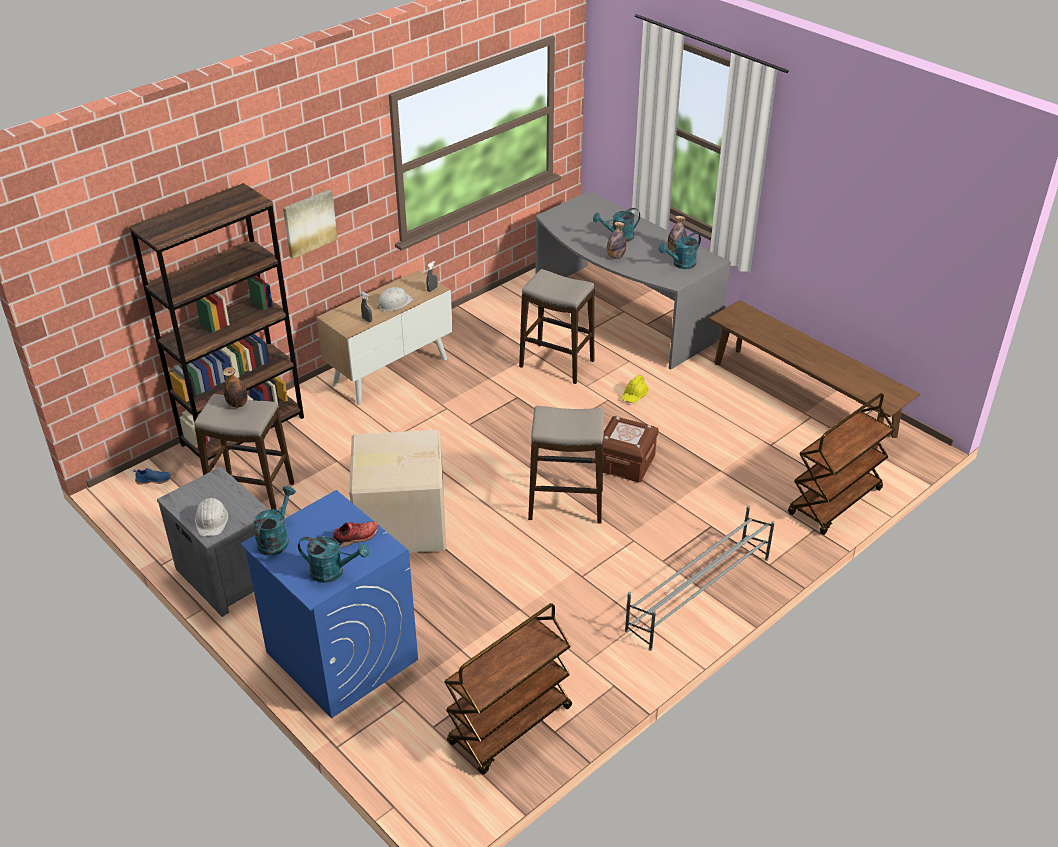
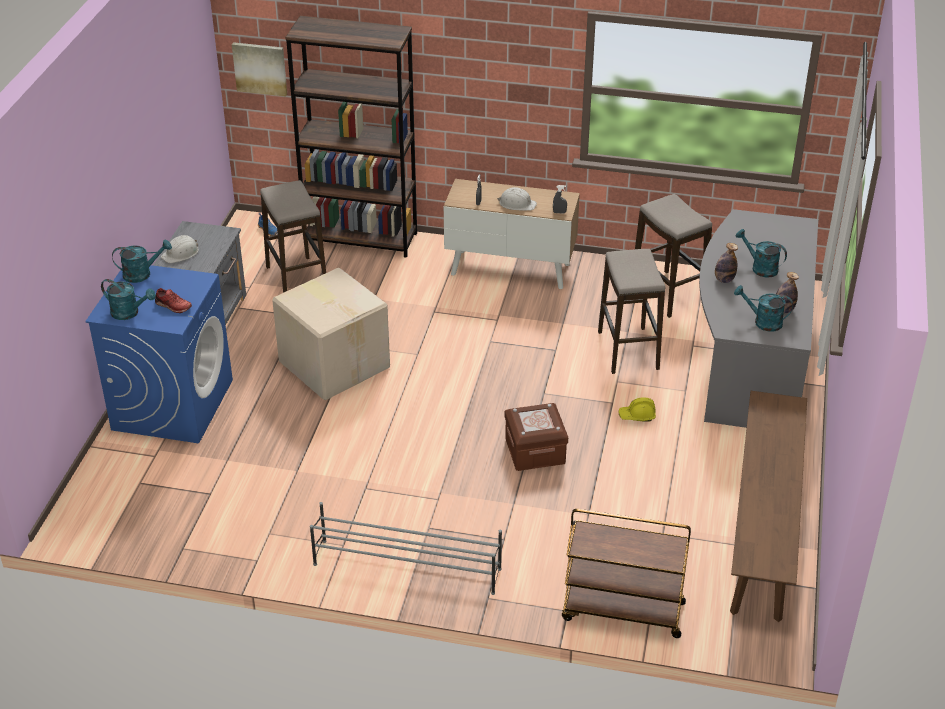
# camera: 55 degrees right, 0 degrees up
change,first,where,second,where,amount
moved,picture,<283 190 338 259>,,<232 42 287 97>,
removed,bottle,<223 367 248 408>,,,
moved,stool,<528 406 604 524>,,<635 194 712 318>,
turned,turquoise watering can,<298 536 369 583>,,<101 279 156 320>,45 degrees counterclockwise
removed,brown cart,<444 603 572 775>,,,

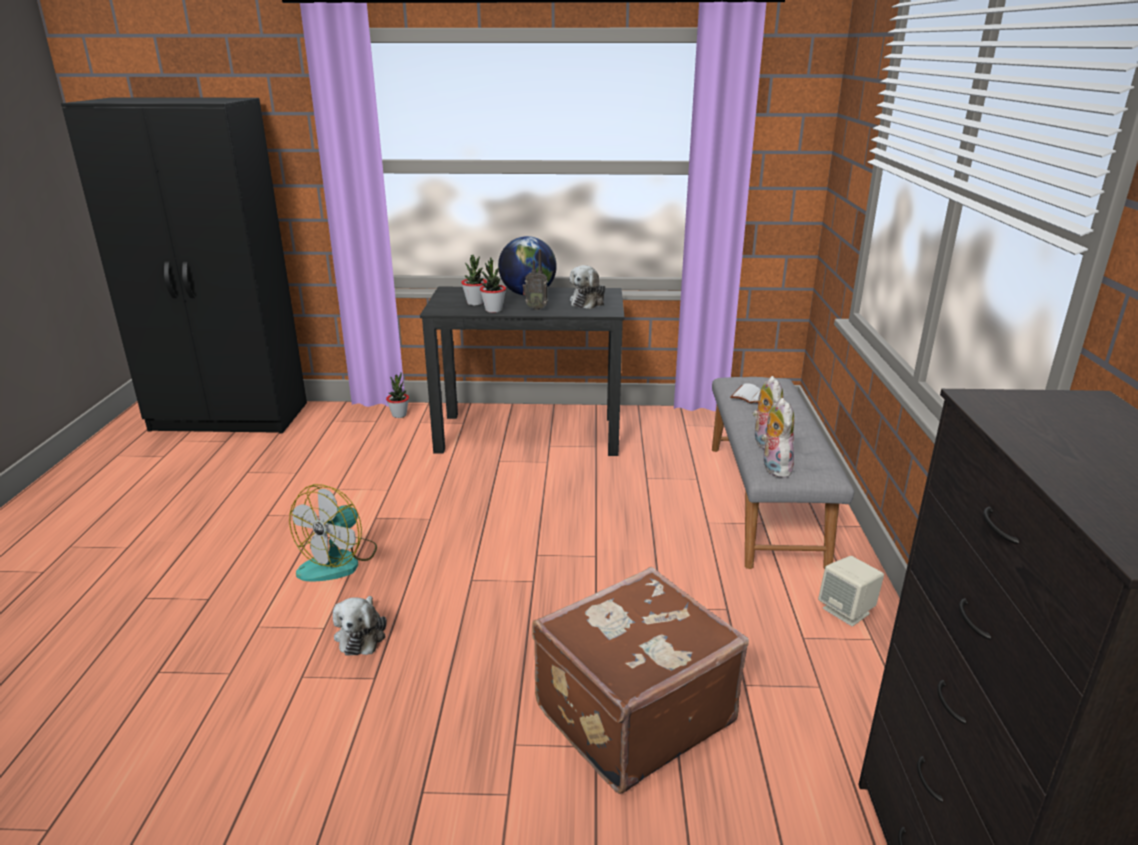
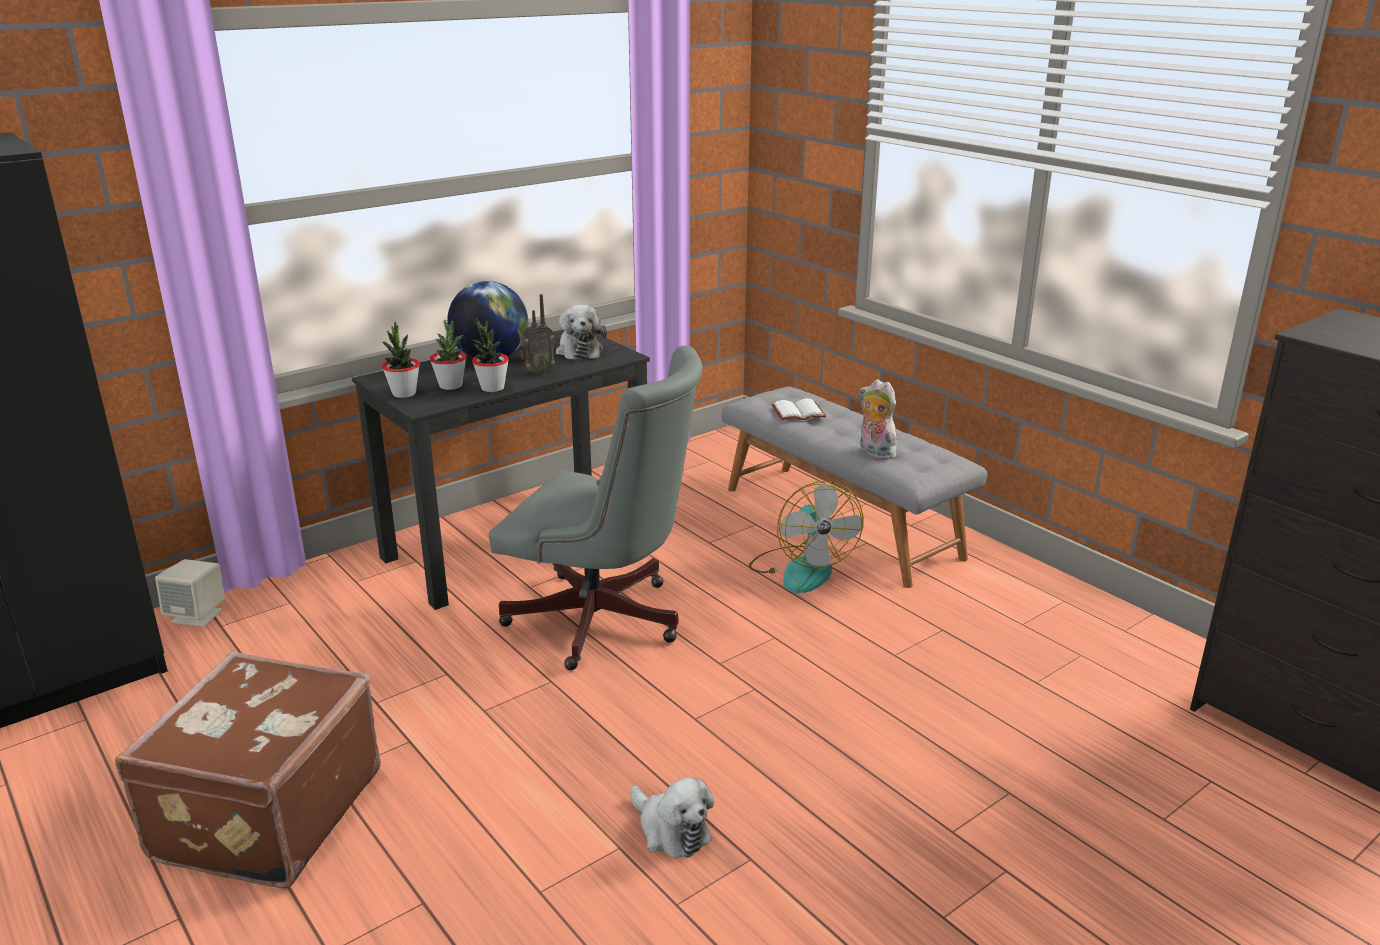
# camera: 40 degrees left, 0 degrees up
change,first,where,second,where,amount
moved,potted plant,<386 372 409 418>,,<382 321 420 398>,
removed,plush toy,<762 398 795 478>,,,
moved,fan,<289 484 377 581>,,<749 481 863 593>,
moved,beige speaker,<818 556 884 626>,,<155 559 225 627>,
moved,brown suitcase,<532 567 749 794>,,<115 652 381 889>,
added,,,grey office chair,<489 346 703 670>,

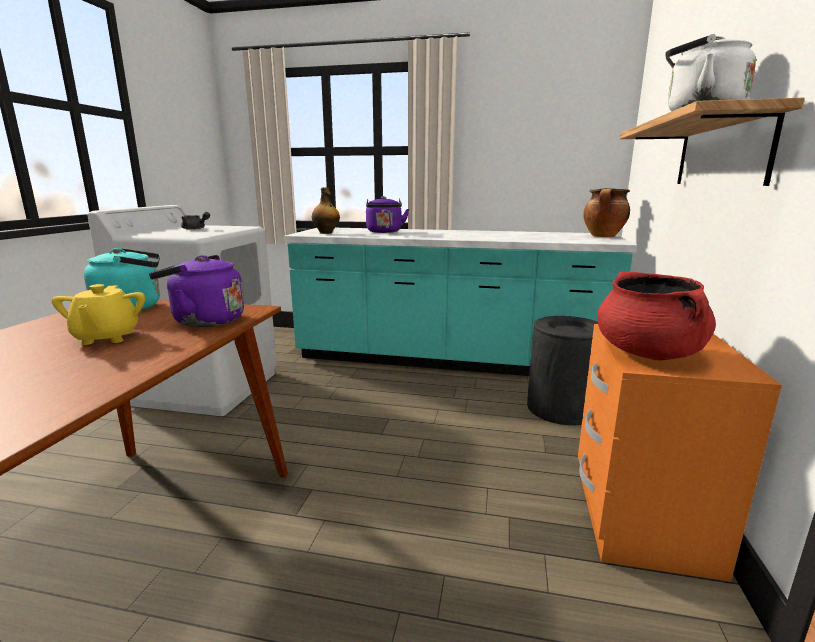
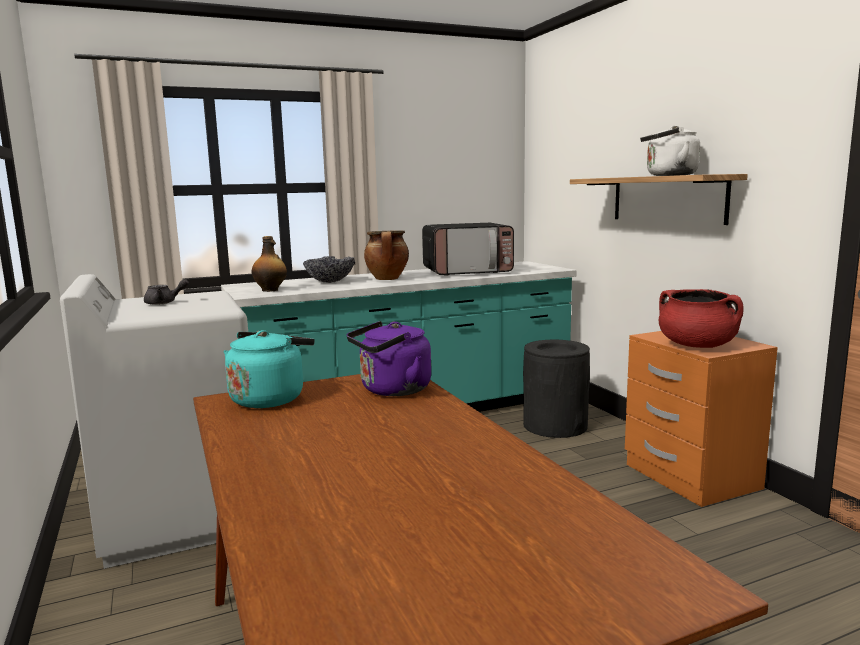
# camera: 35 degrees left, 5 degrees down
change,first,where,second,where,amount
moved,cooking pot,<583 188 630 237>,,<364 230 409 280>,
replaced,purple kettle,<366 196 409 233>,bowl,<303 256 355 283>,
removed,yellow teapot,<52 284 145 345>,,,
added,,,microwave,<422 223 514 276>,

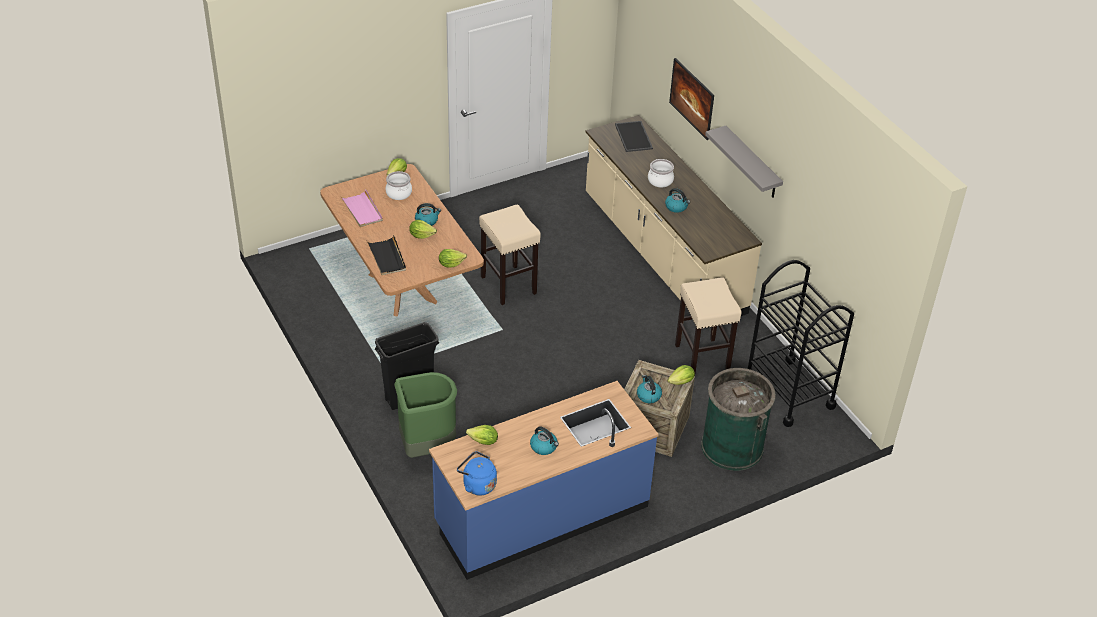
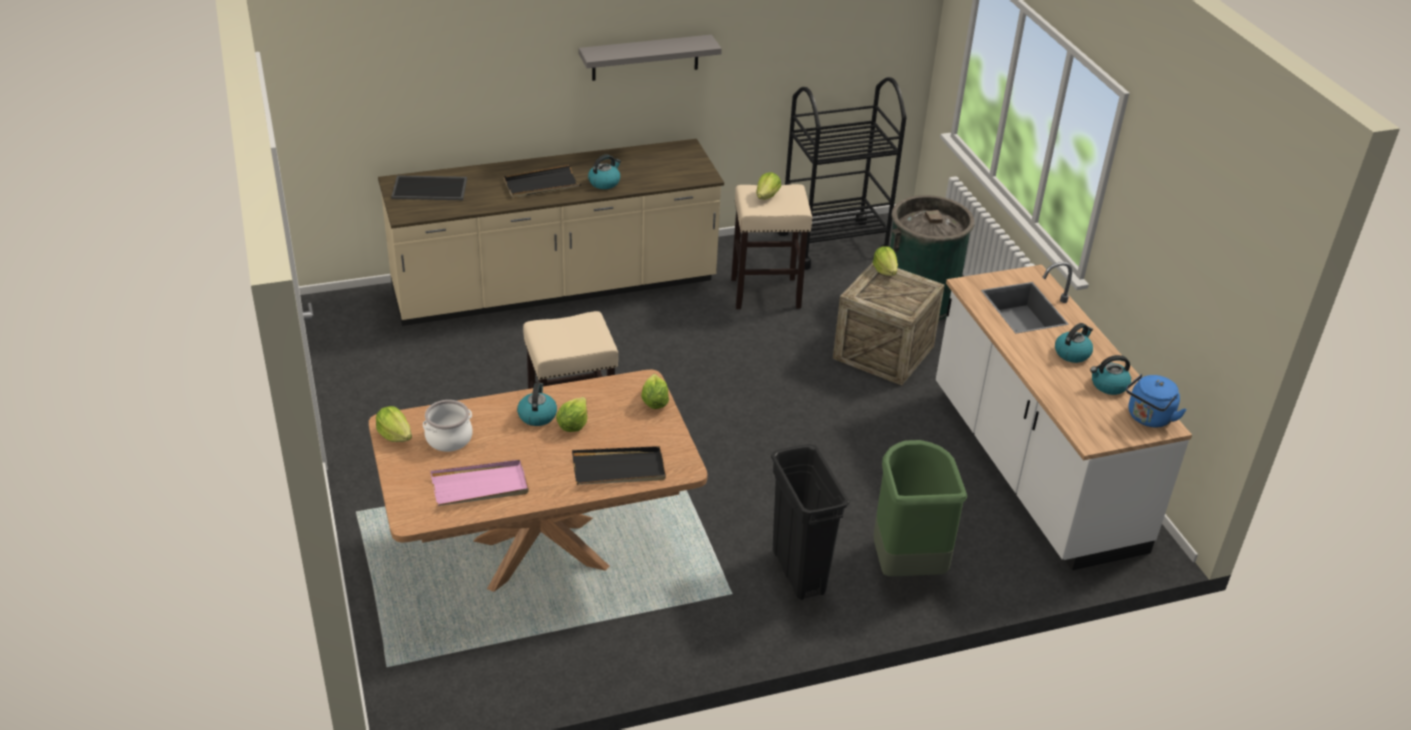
# camera: 80 degrees left, 5 degrees down
change,first,where,second,where,amount
removed,picture,<669 58 714 140>,,,
replaced,cooking pot,<648 159 674 187>,black tray,<504 165 581 198>,
moved,kettle,<637 375 662 403>,,<1090 355 1131 395>,
recoloured,blue counter,<429 381 658 580>,white counter,<936 262 1192 570>,
moved,lettuce,<466 425 498 445>,,<756 172 781 200>,

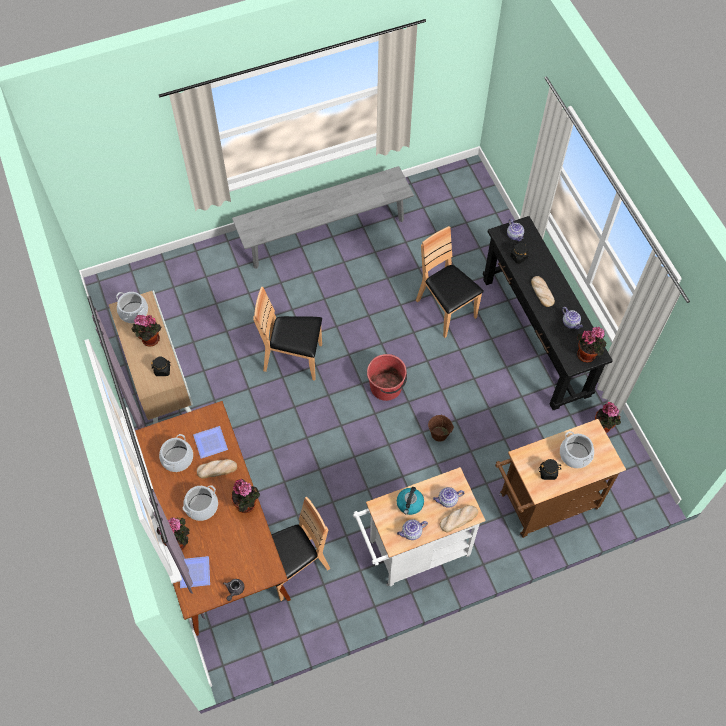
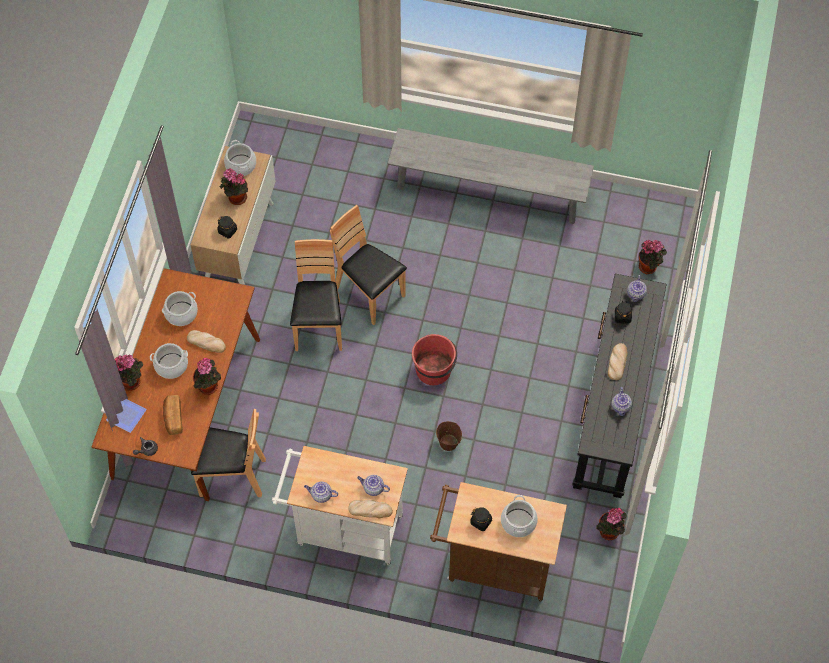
# camera: 35 degrees right, 0 degrees up
change,first,where,second,where,amount
moved,brown chair,<416 226 484 338>,,<290 239 342 351>,
moved,potted plant,<576 327 606 363>,,<639 240 667 274>,
removed,plate,<193 426 228 459>,,,
removed,kettle,<397 487 424 515>,,,
added,,,bread,<163 395 183 435>,

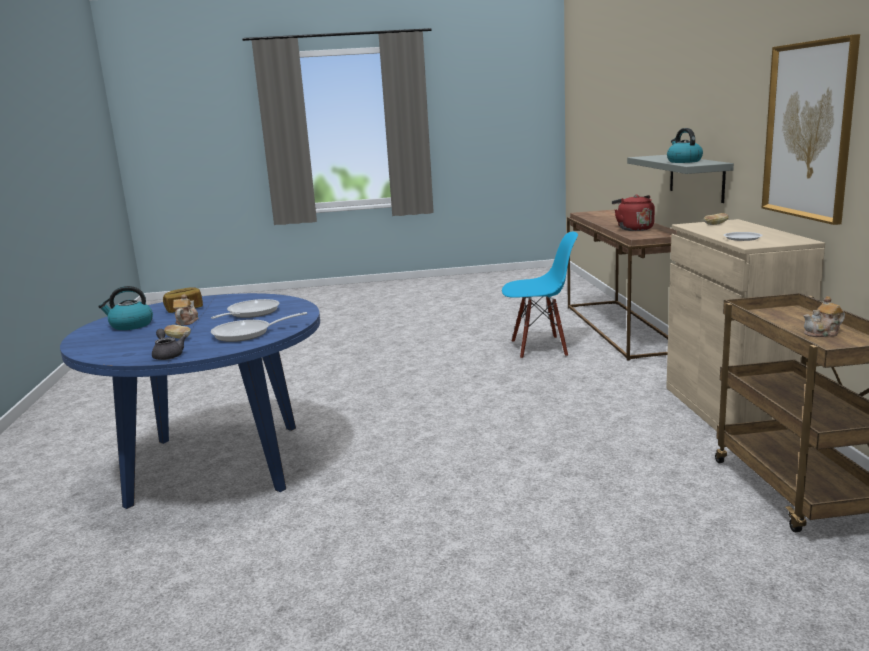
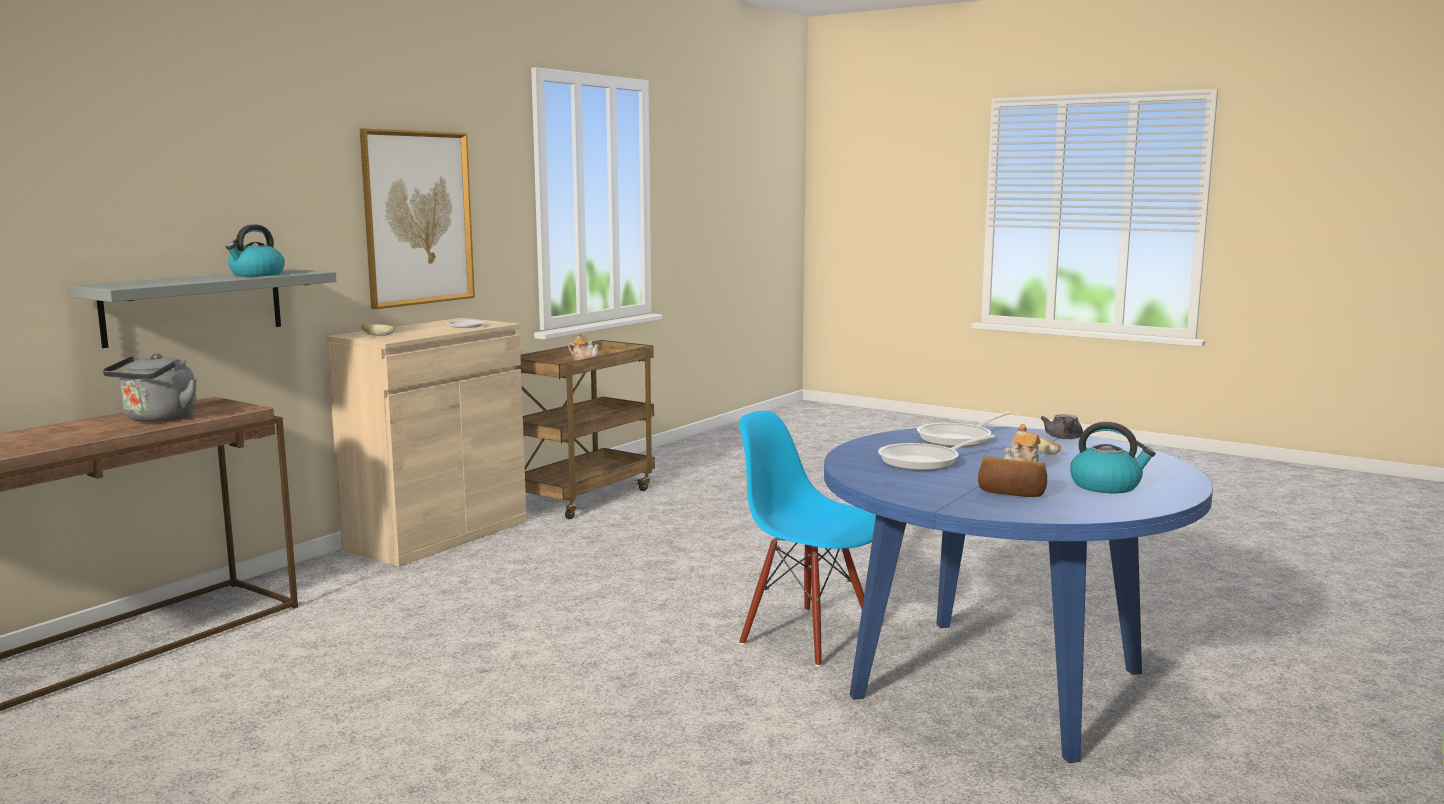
# camera: 140 degrees left, 5 degrees down
change,first,where,second,where,amount
recoloured,red kettle,<612 195 655 231>,grey kettle,<103 353 197 422>,
moved,blue chair,<502 231 578 359>,,<739 410 876 667>,
turned,frying pan,<211 312 307 342>,,<917 412 1010 447>,120 degrees clockwise

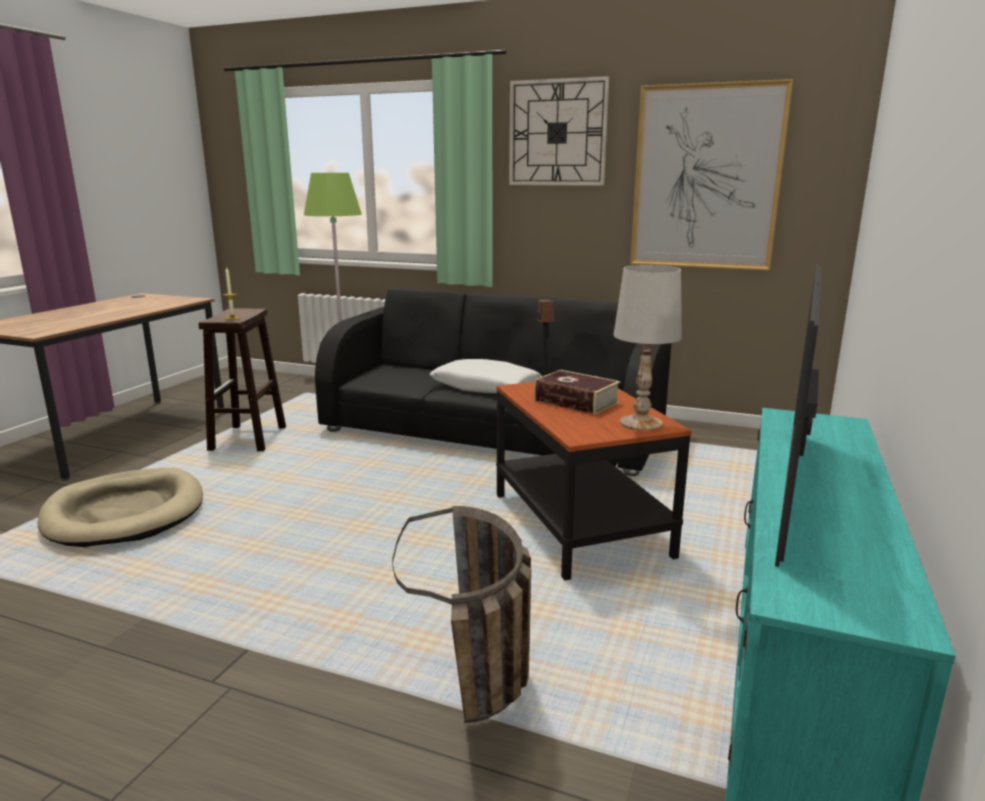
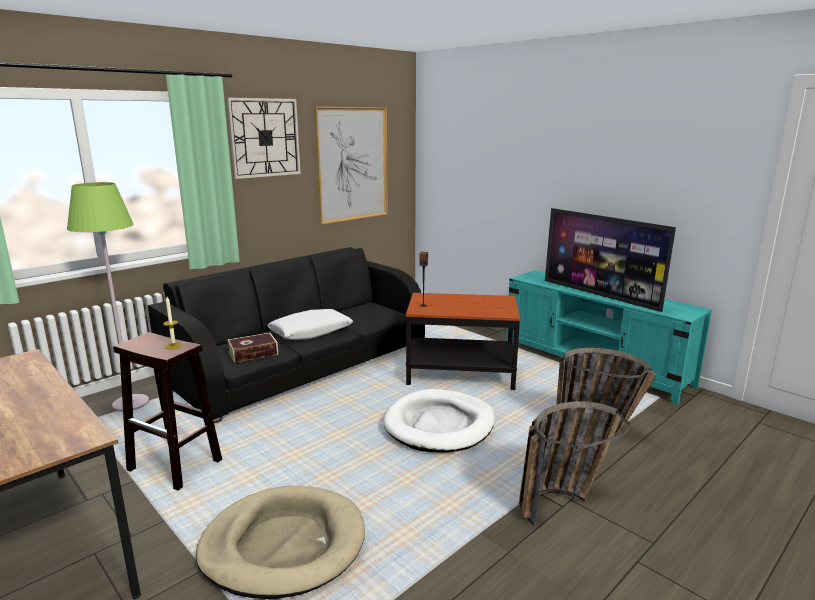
# camera: 65 degrees left, 0 degrees up
change,first,where,second,where,amount
removed,white table lamp,<613 265 682 431>,,,
moved,book,<534 370 620 415>,,<227 333 278 363>,
added,,,white dog bed,<383 389 495 453>,
added,,,basket,<519 401 630 526>,

